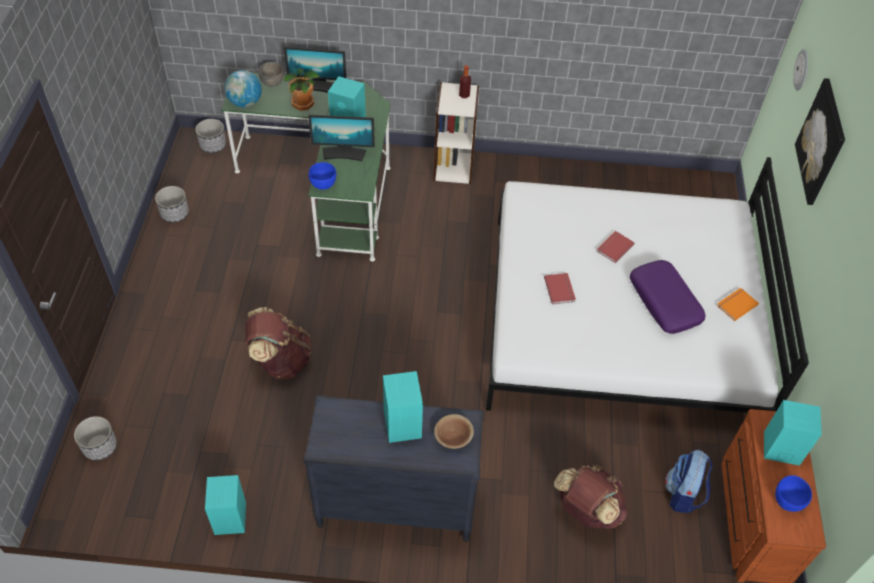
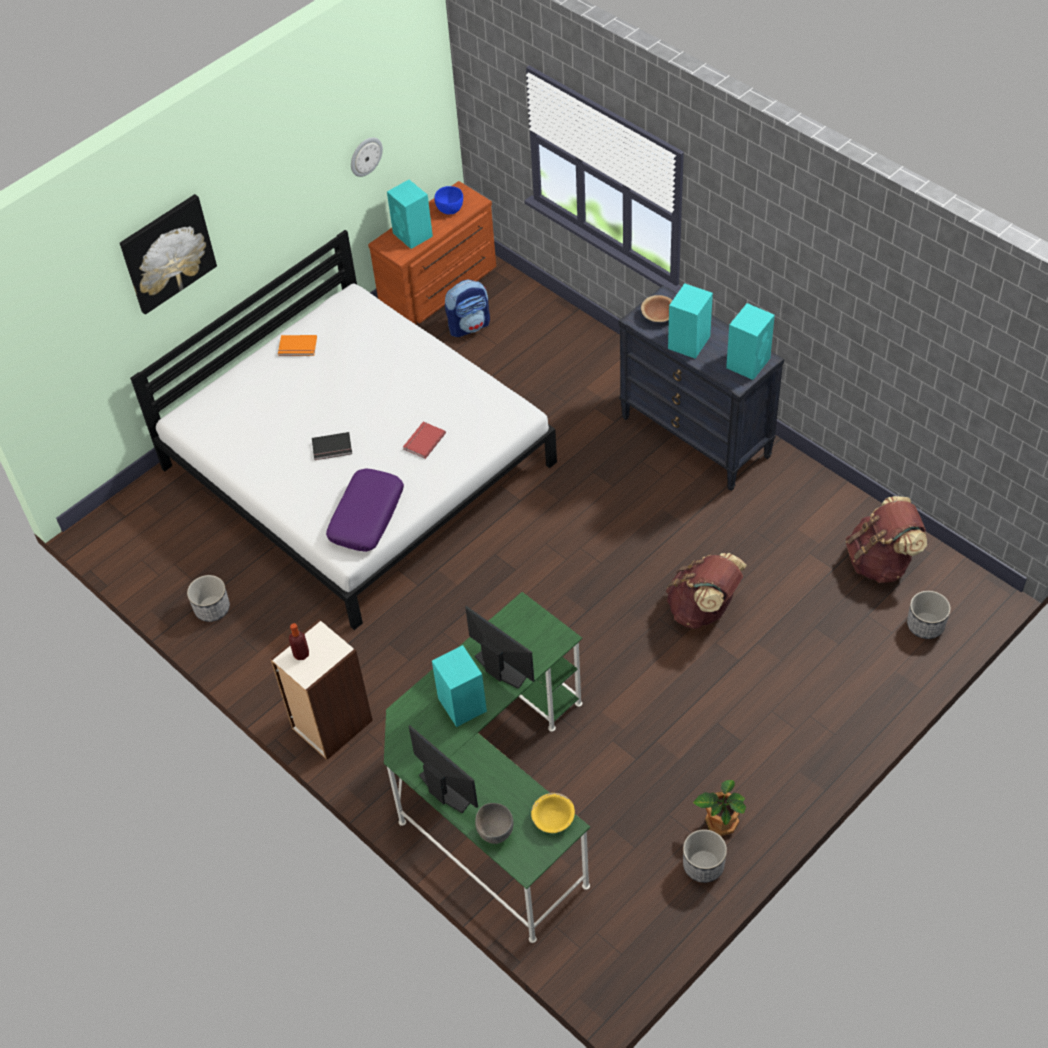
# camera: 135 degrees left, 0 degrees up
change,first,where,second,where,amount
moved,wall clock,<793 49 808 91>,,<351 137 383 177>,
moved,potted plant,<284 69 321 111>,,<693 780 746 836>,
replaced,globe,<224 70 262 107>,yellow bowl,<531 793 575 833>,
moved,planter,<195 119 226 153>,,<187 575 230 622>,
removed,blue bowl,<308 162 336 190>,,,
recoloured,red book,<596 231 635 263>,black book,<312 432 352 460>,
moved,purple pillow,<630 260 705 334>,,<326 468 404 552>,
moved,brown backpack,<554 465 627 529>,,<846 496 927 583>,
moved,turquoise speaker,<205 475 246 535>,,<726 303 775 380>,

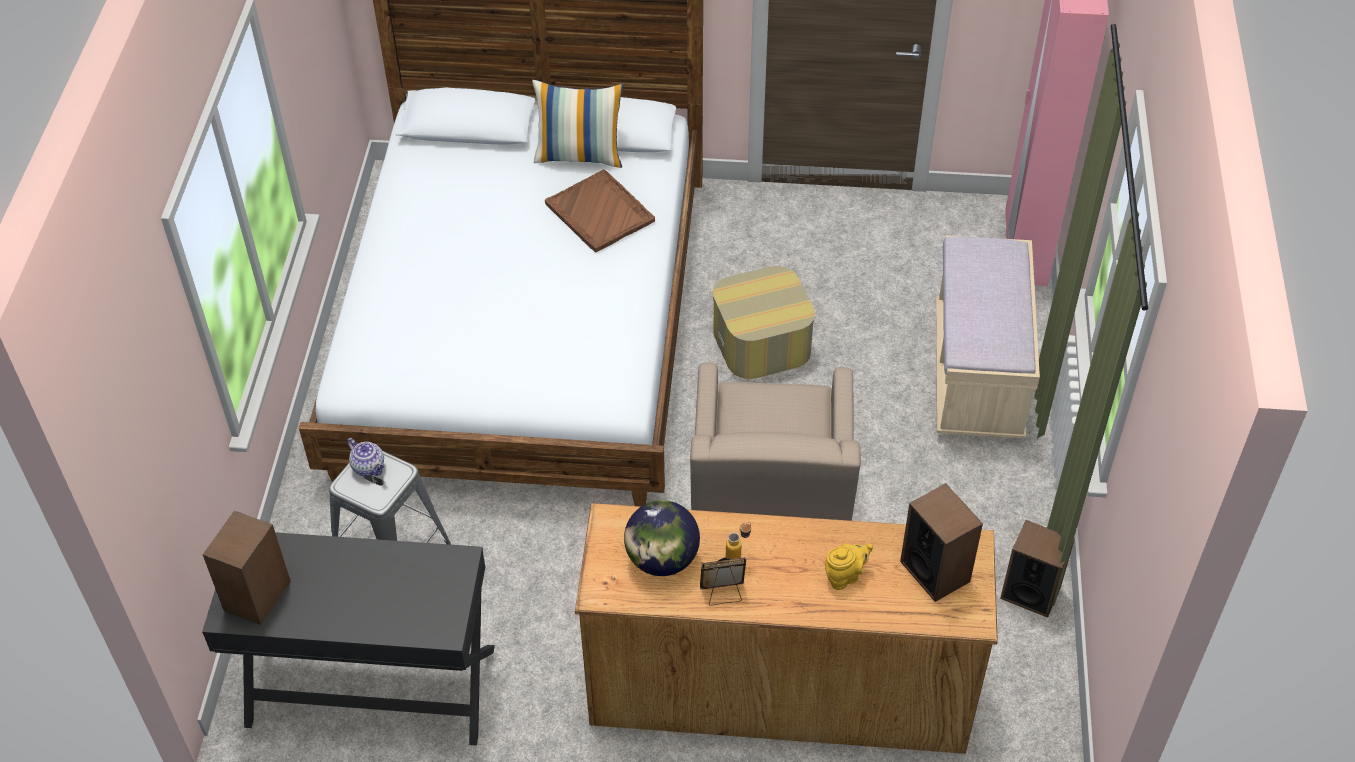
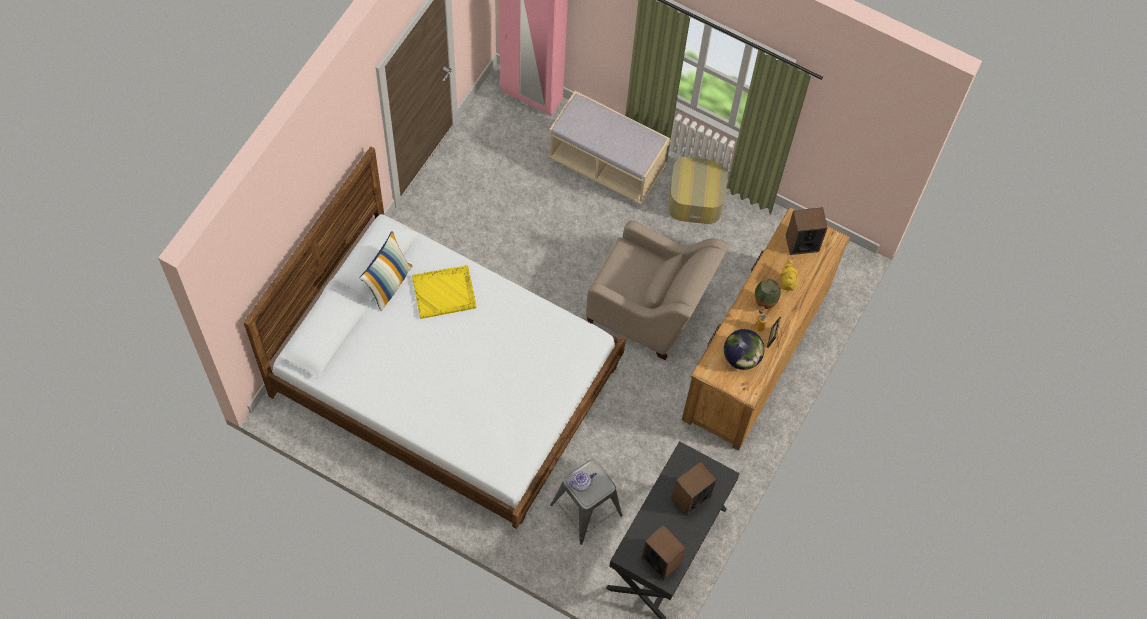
# camera: 70 degrees left, 15 degrees up
change,first,where,second,where,amount
recoloured,brown tray,<545 169 655 252>,yellow tray,<412 265 477 319>,
moved,ottoman,<713 266 815 379>,,<668 157 728 224>,
moved,speaker,<1000 520 1075 618>,,<671 461 717 516>,
added,,,vase,<755 278 781 309>,

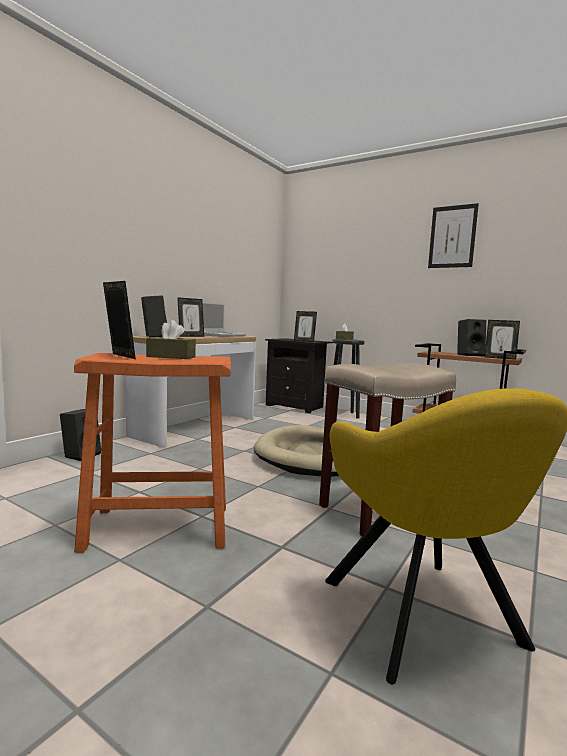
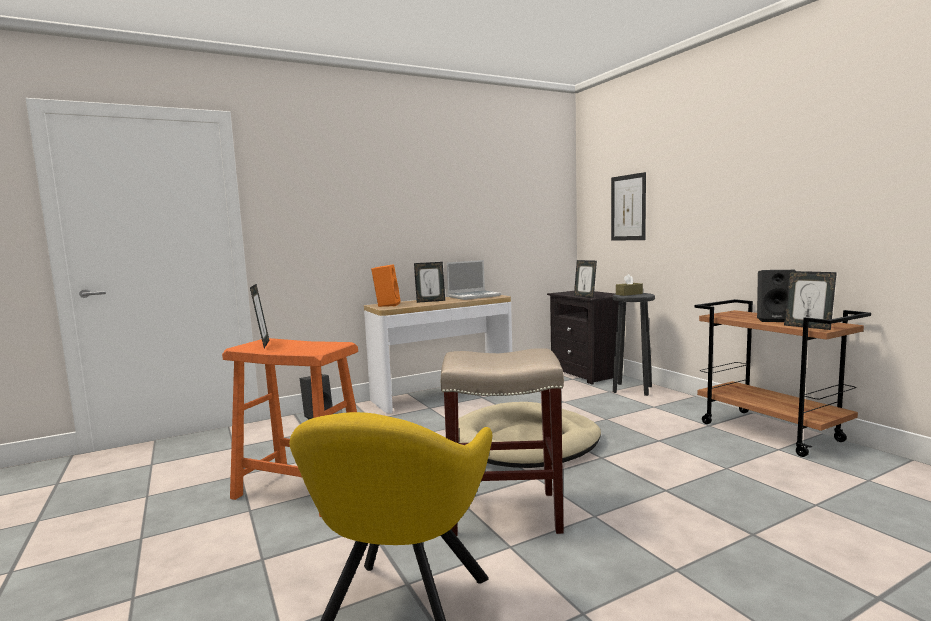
# camera: 30 degrees right, 0 degrees up
change,first,where,second,where,amount
moved,picture,<428 203 479 268>,,<611 172 646 241>,
recoloured,black speaker,<141 295 167 338>,orange speaker,<371 264 401 307>,
removed,brown tissue box,<146 320 196 359>,,,

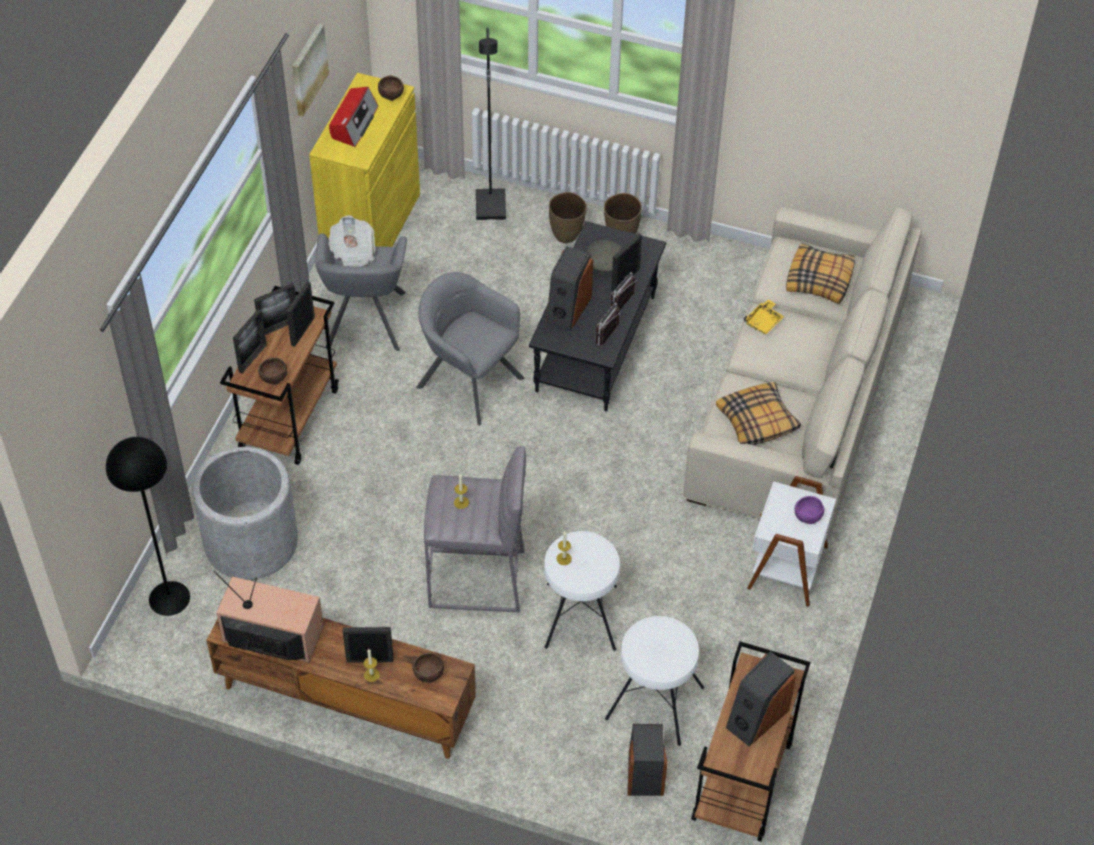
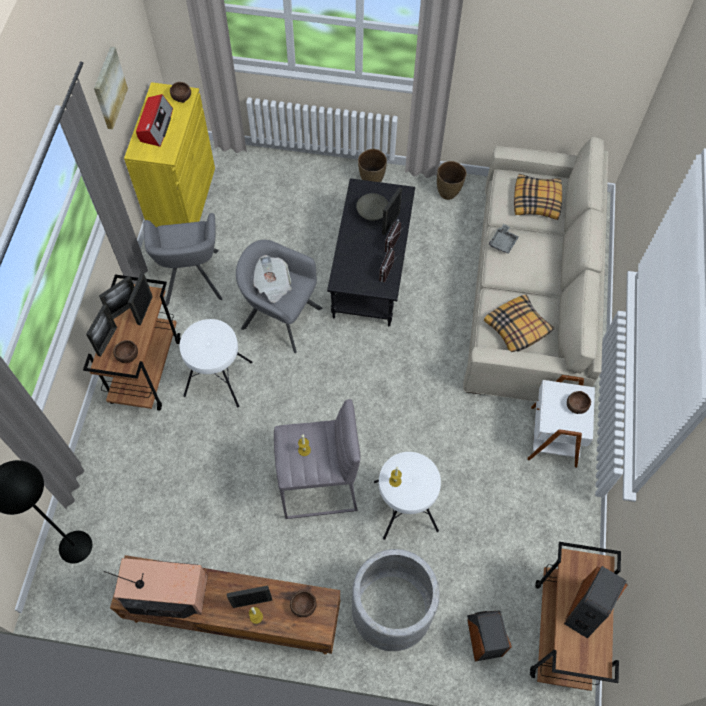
# camera: 10 degrees left, 10 degrees up
change,first,where,second,where,amount
removed,black floor lamp,<476 28 506 220>,,,
moved,brown vase,<549 192 587 243>,,<437 161 467 200>,
moved,newspaper,<328 215 375 267>,,<253 255 292 303>,
removed,speaker,<546 246 593 332>,,,
recoloured,yellow tray,<744 299 784 334>,grey tray,<489 224 519 254>,
moved,grey planter,<192 447 298 580>,,<352 549 440 651>,
recoloured,purple bowl,<795 496 824 524>,brown bowl,<567 391 591 414>,
moved,white stool,<605 616 704 746>,,<179 319 252 407>,

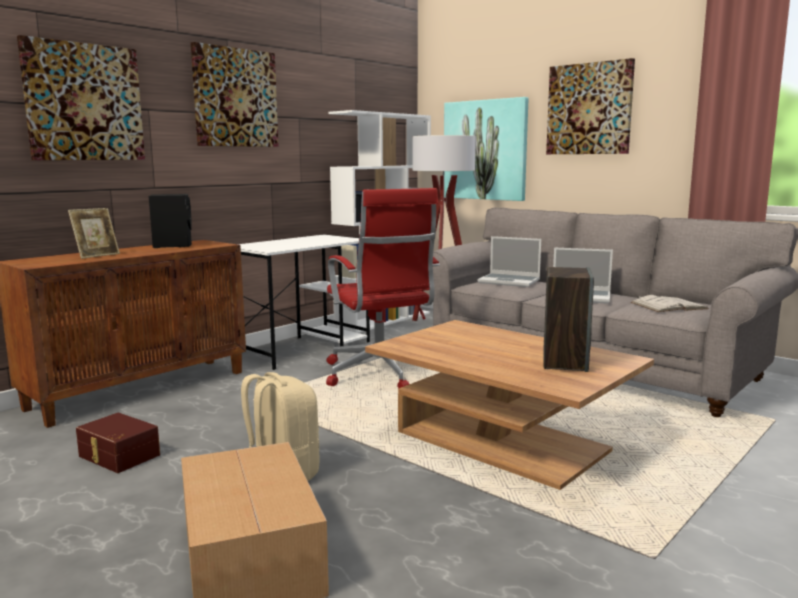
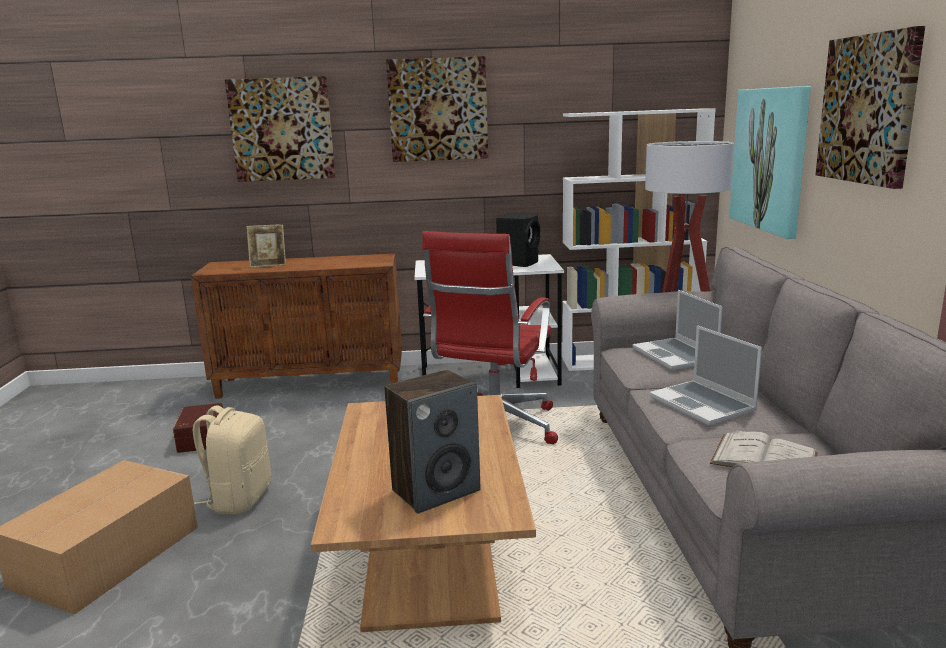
# camera: 45 degrees right, 5 degrees up
change,first,where,second,where,amount
moved,black speaker,<149 194 192 248>,,<496 214 540 267>,

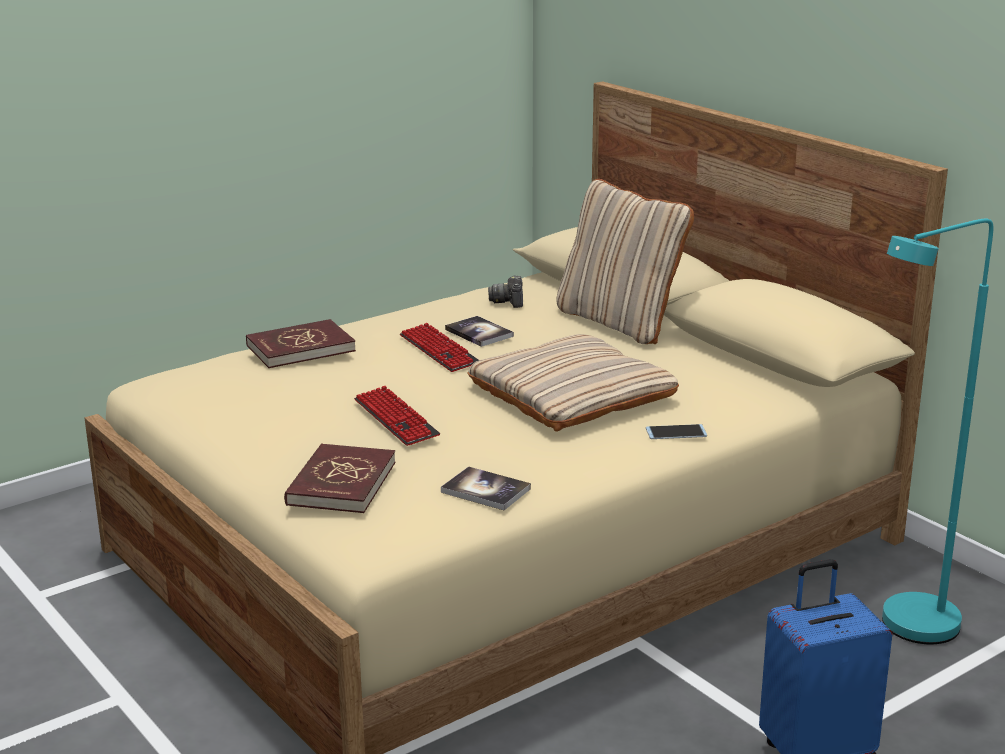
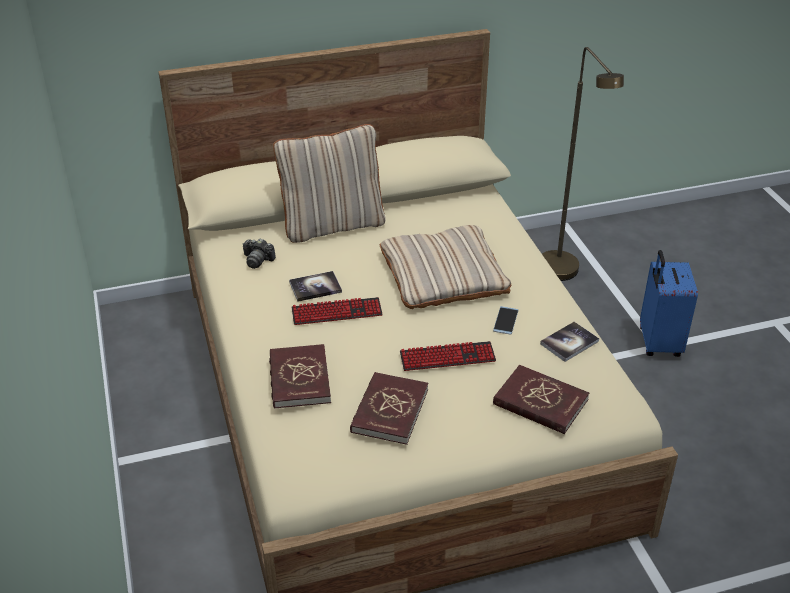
# camera: 70 degrees left, 15 degrees up
change,first,where,second,where,amount
recoloured,turquoise floor lamp,<882 219 993 644>,brown floor lamp,<542 47 624 281>,
moved,phone,<646 424 707 439>,,<493 306 518 335>,
added,,,red book,<350 372 428 445>,

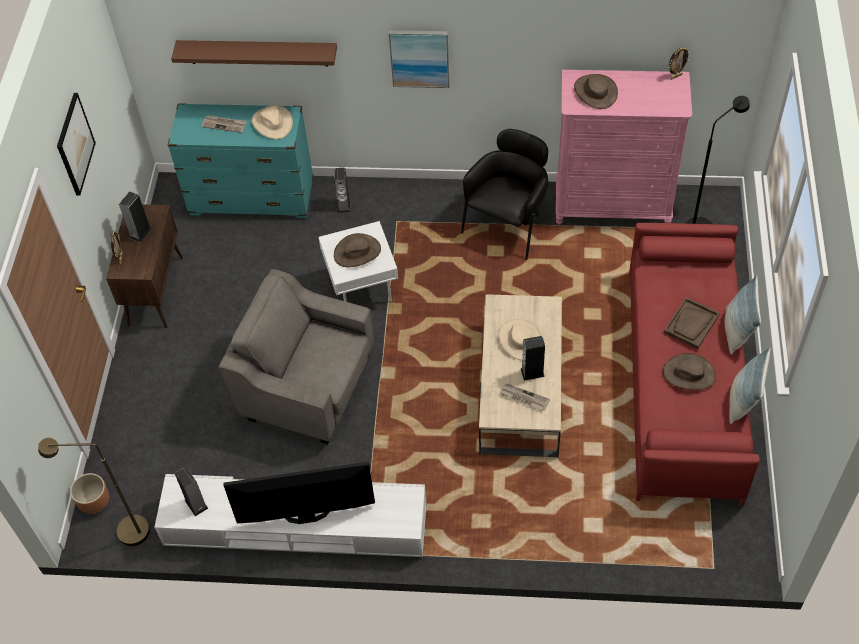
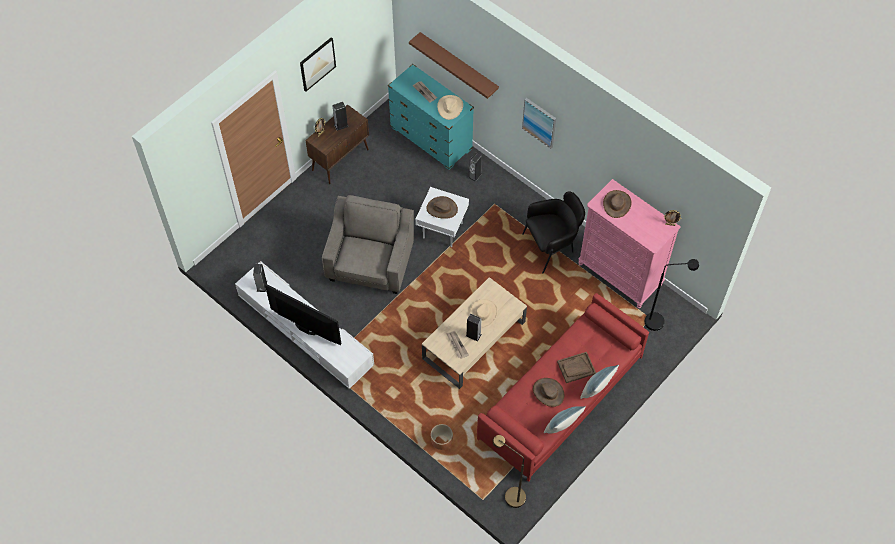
# camera: 35 degrees right, 5 degrees up
change,first,where,second,where,amount
turned,grey armchair,<218 269 374 444>,,<322 195 414 294>,45 degrees clockwise
moved,brown floor lamp,<38 438 150 546>,,<492 435 526 508>,
moved,brown planter,<70 473 109 514>,,<431 424 453 450>,

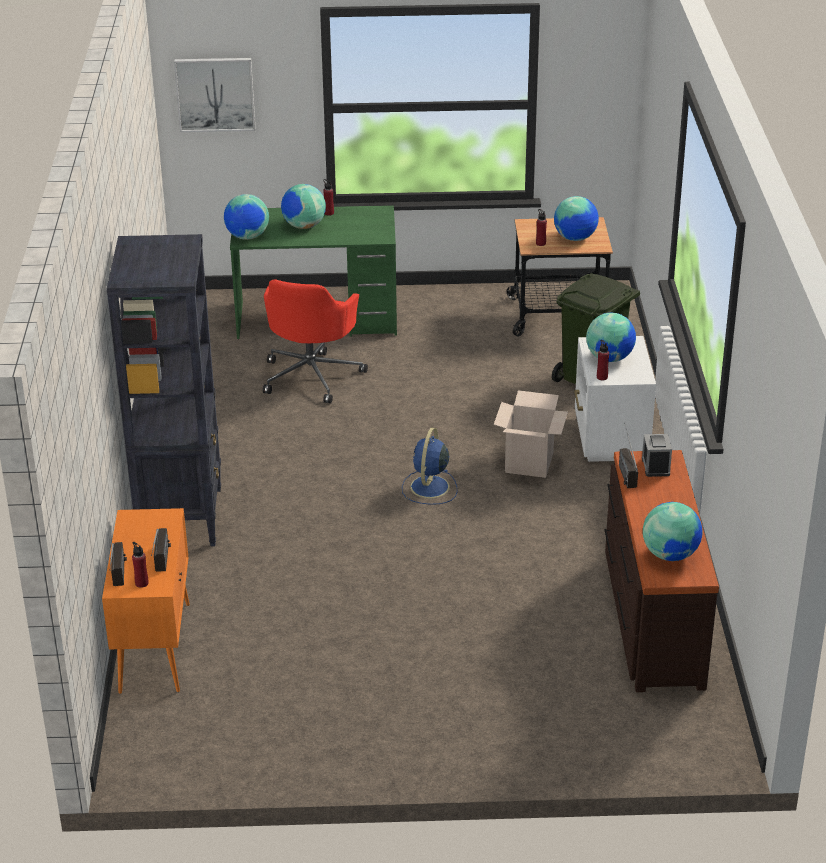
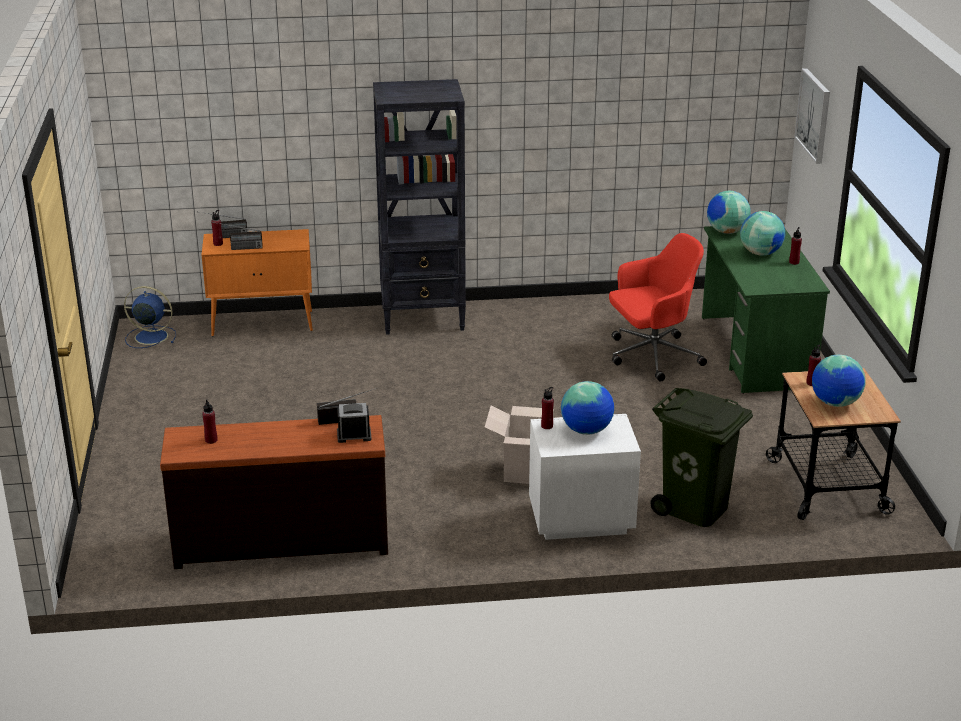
# camera: 85 degrees right, 5 degrees down
change,first,where,second,where,amount
turned,red office chair,<263 279 368 404>,,<609 233 707 382>,150 degrees clockwise
moved,blue fan,<402 427 457 505>,,<124 286 176 348>,
replaced,globe,<643 502 702 561>,red bottle,<202 399 217 444>,

